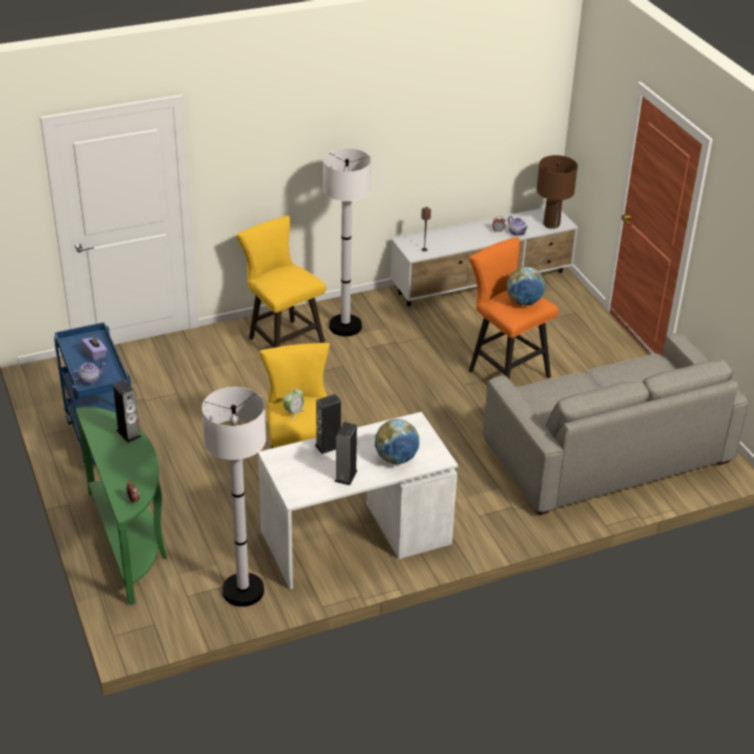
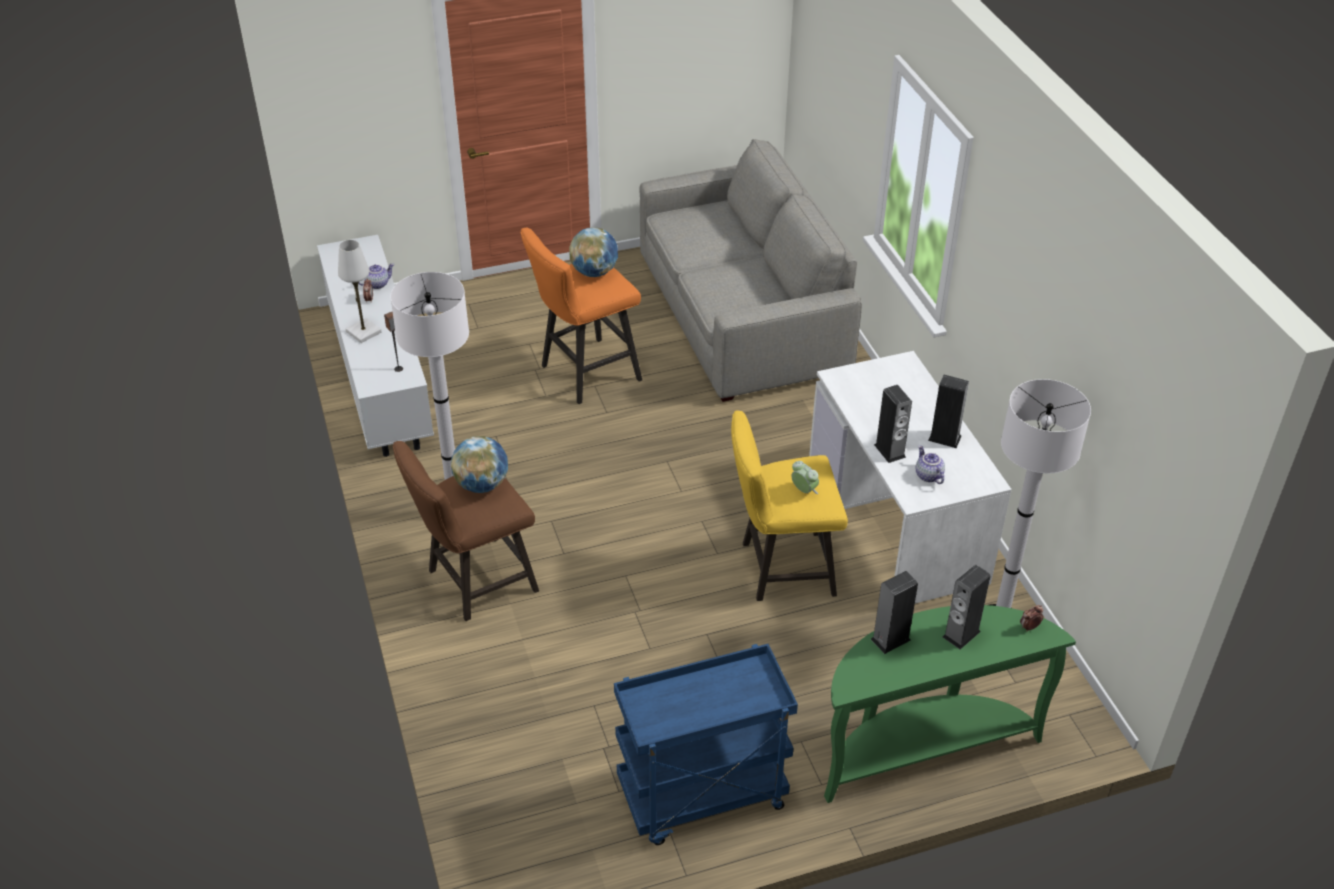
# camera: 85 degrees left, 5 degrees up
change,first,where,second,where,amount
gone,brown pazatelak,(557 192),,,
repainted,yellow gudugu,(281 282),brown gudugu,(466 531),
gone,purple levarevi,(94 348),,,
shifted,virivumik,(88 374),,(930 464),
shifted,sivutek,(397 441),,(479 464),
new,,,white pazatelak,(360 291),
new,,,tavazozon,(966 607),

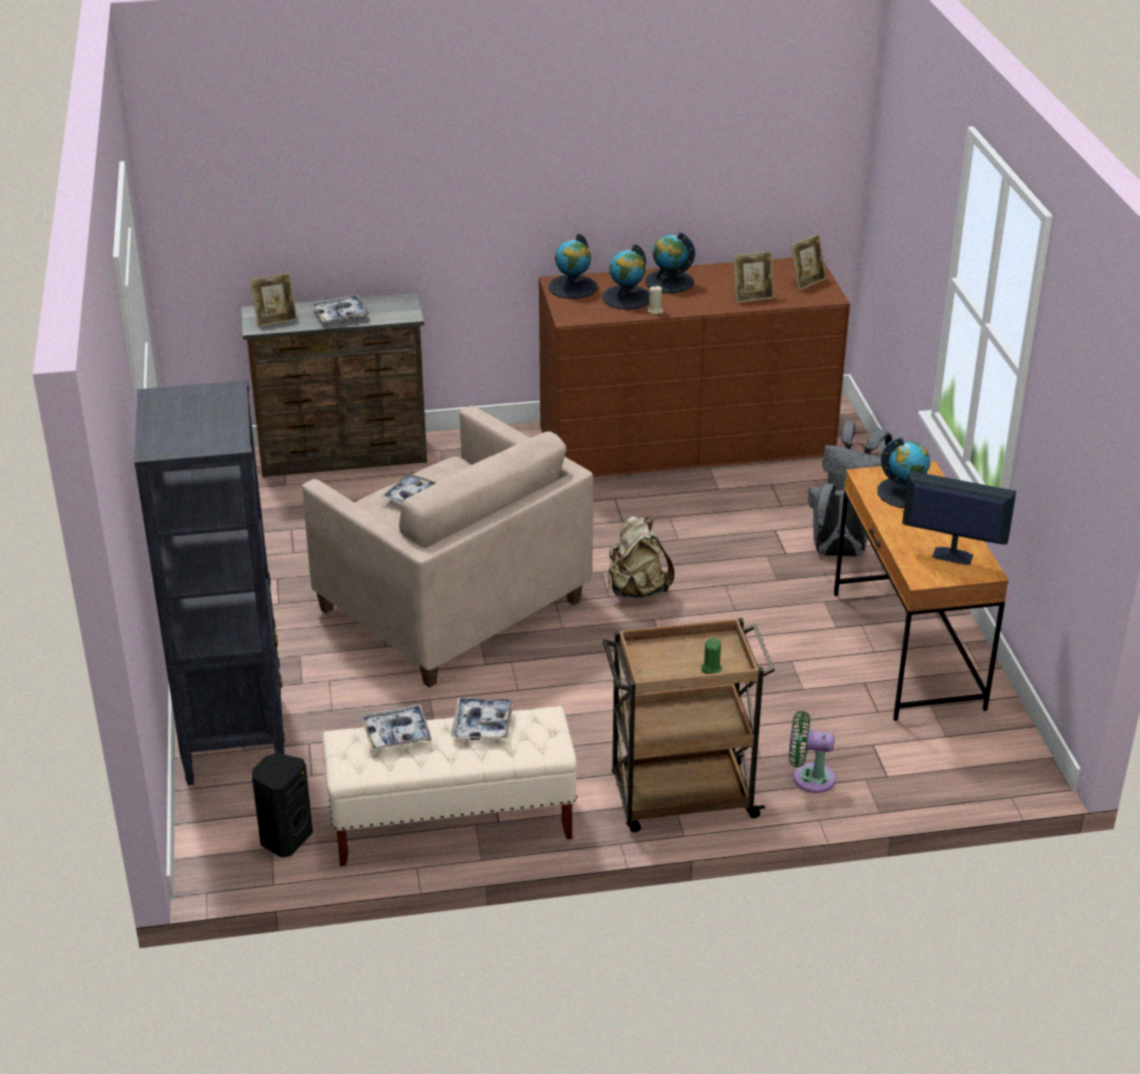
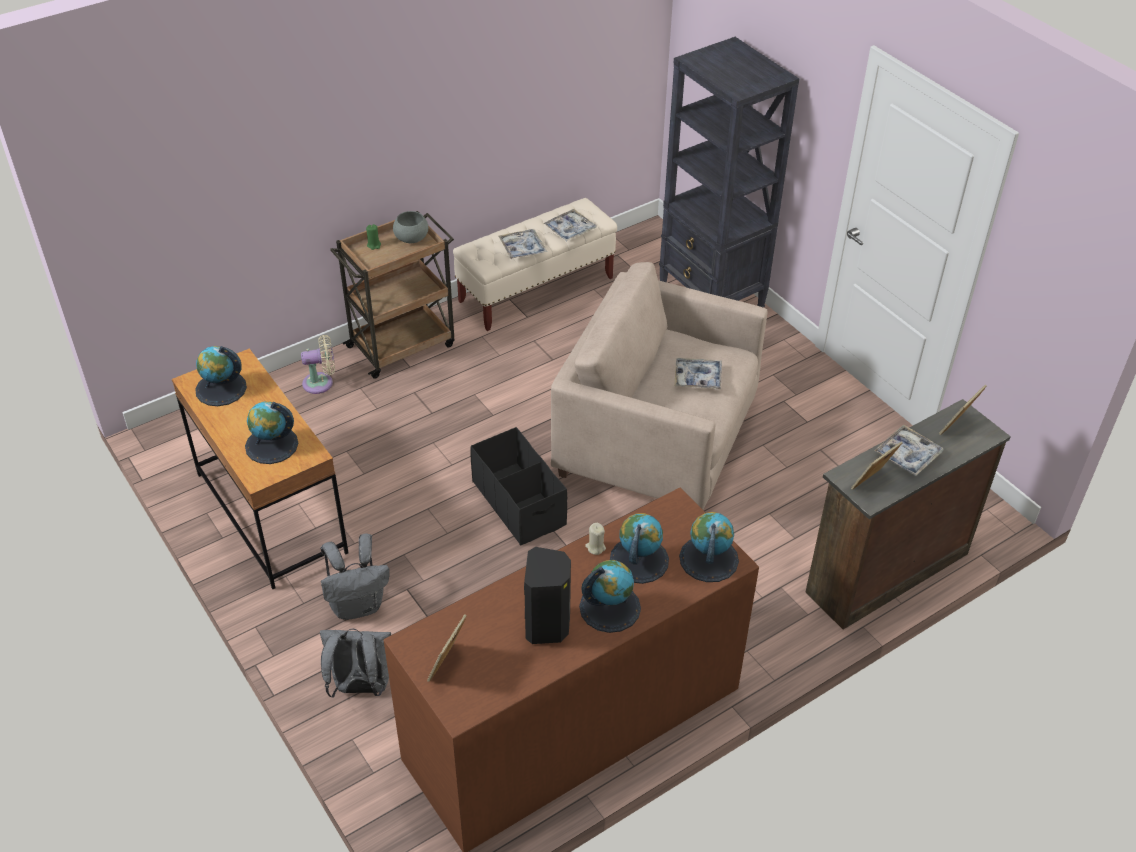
# camera: 155 degrees right, 10 degrees up
change,first,where,second,where,amount
shifted,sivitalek,(753 277),,(876 465),
swapped,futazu,(959 518),sivutek,(221 376),
swapped,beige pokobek,(641 557),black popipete,(518 486),
repainted,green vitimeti,(812 752),beige vitimeti,(318 364),
shifted,black tavazozon,(282 805),,(547 595),
new,,,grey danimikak,(410 227),

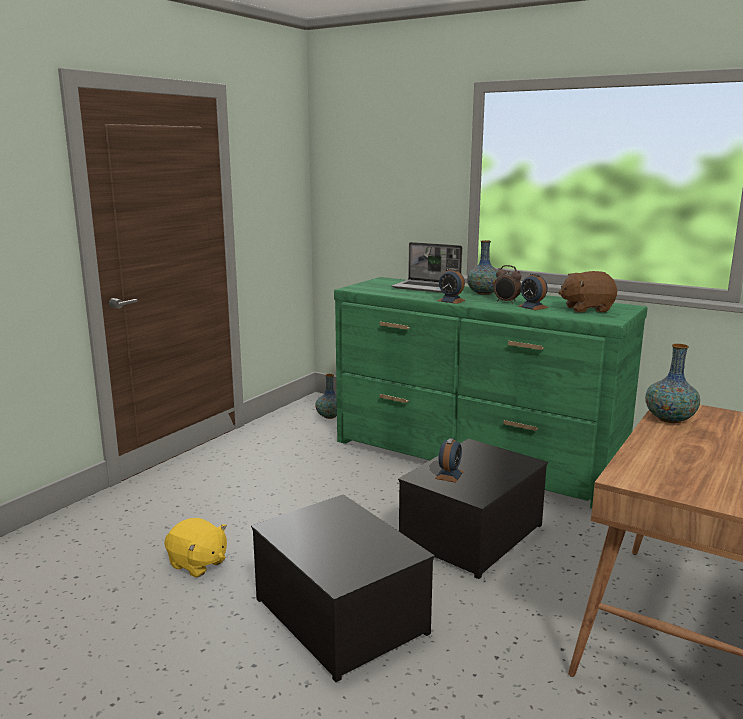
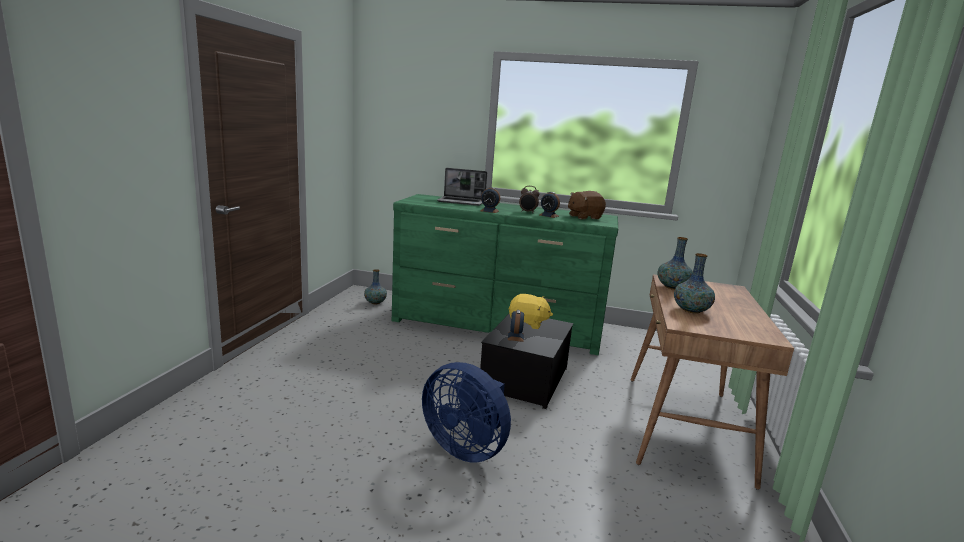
# camera: 20 degrees left, 0 degrees up
change,first,where,second,where,amount
shifted,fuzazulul,(482 267),,(694 283),
swapped,popipete,(343 588),blue vitimeti,(466 412),
shifted,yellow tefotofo,(195 547),,(531 311),

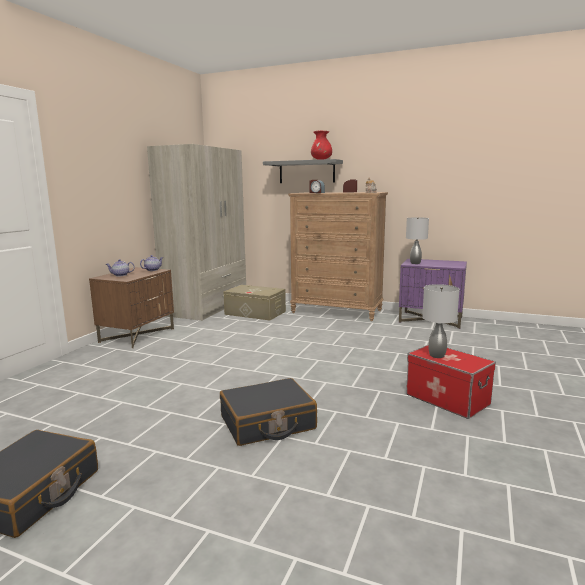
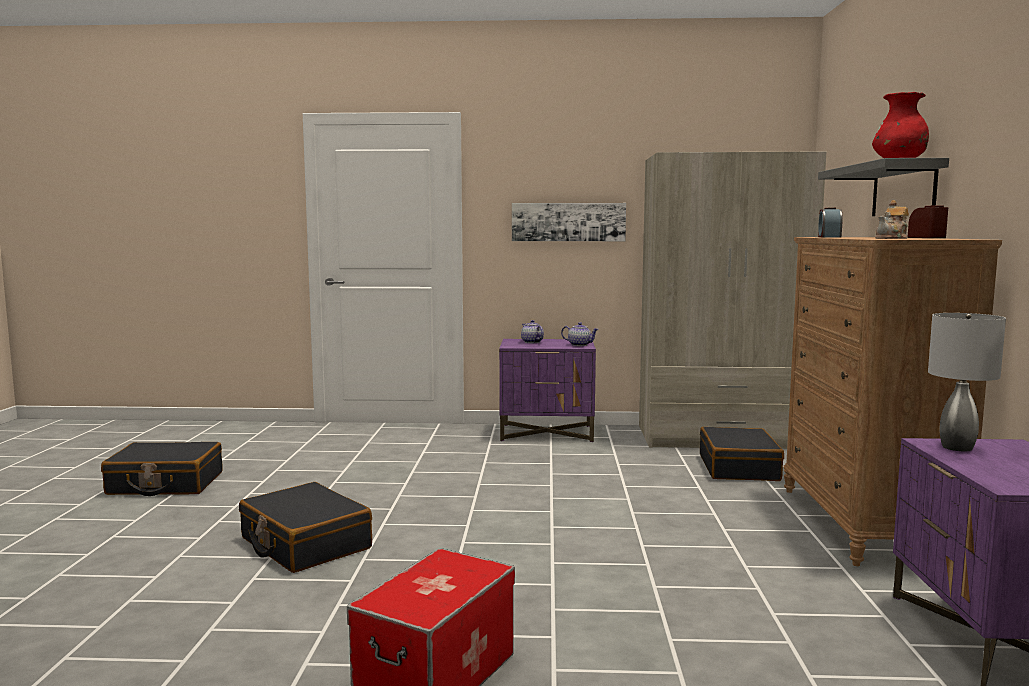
# camera: 70 degrees right, 5 degrees down
change,first,where,second,where,amount
repainted,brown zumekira,(131 307),purple zumekira,(547 390),
gone,grey pazatelak,(441 321),,,
swapped,beige popipete,(254 302),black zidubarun,(742 454),
new,,,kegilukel,(569 222),

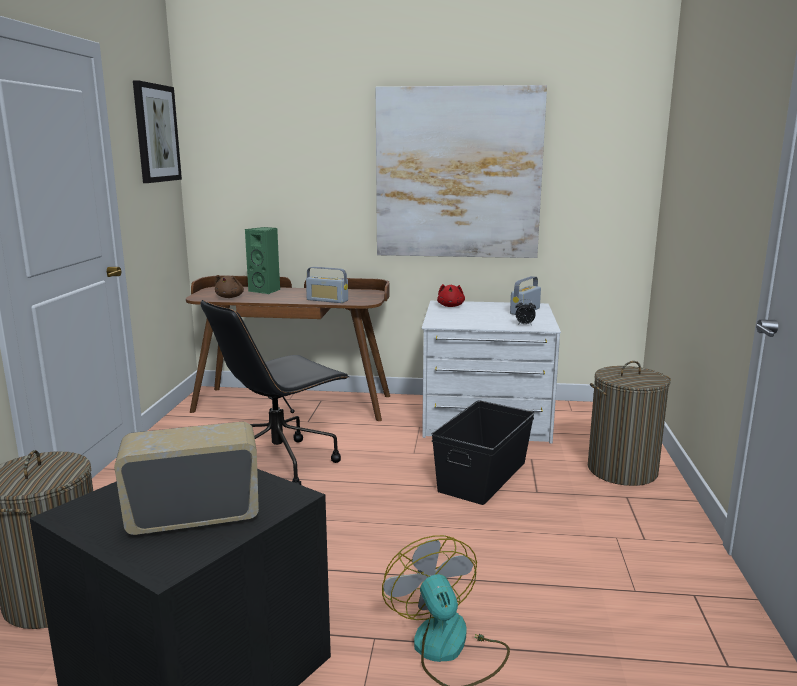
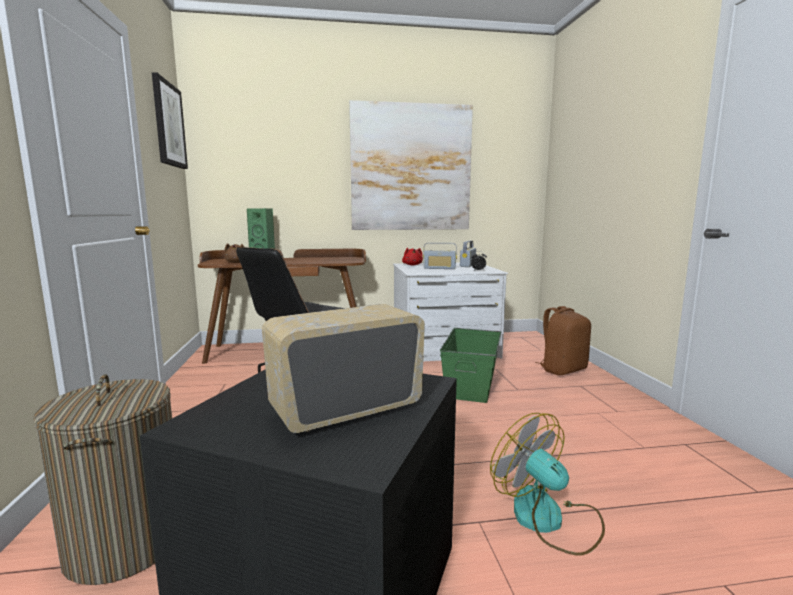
# camera: 15 degrees left, 5 degrees down
change,first,where,second,where,amount
shifted,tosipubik,(327 285),,(440 256),
swapped,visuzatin,(629 423),brown pokobek,(563 340),
repainted,black popipete,(483 452),green popipete,(471 365),

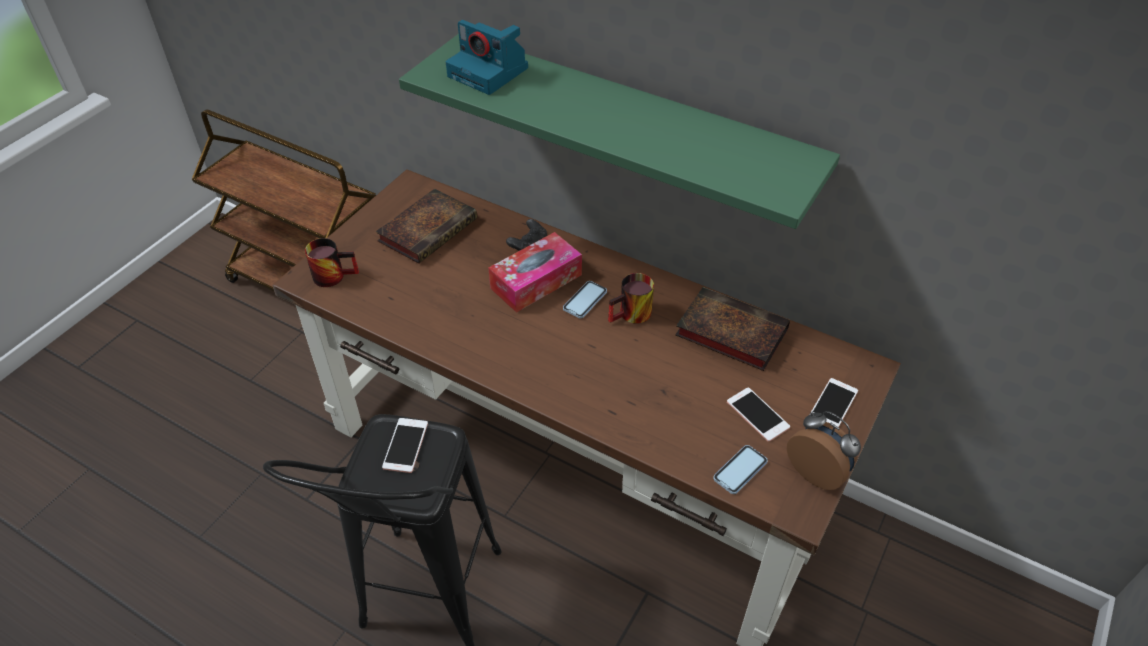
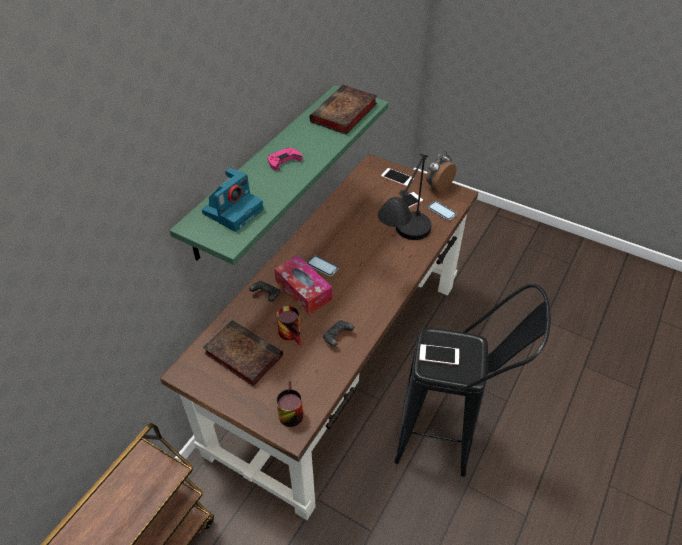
# camera: 90 degrees left, 0 degrees up
change,first,where,second,where,amount
shifted,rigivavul,(631 298),,(289 326),
shifted,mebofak,(732 329),,(343 110),
new,,,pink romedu,(285 159),
new,,,black pazatelak,(405 197),
new,,,black romedu,(338 333),

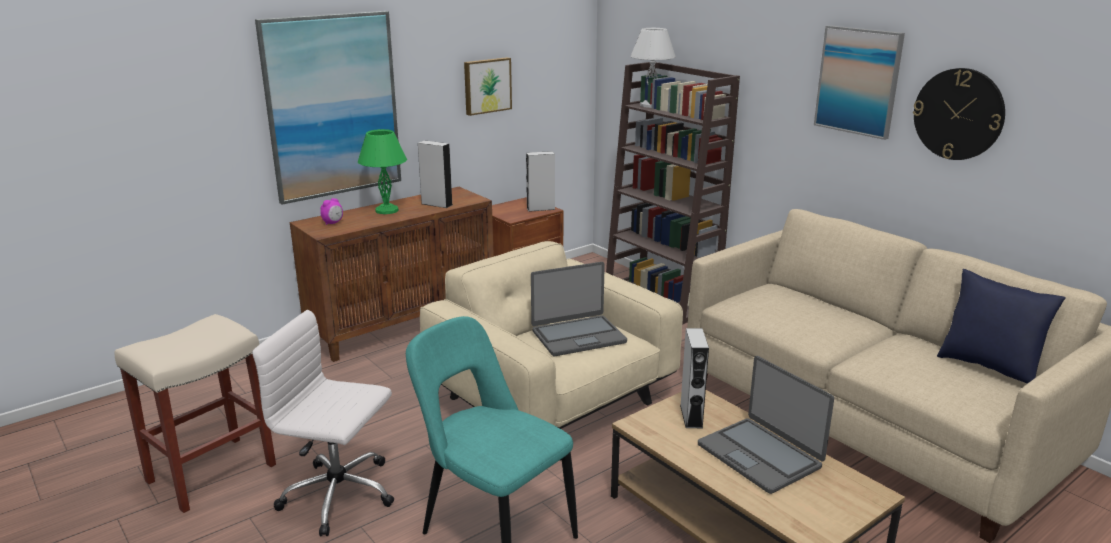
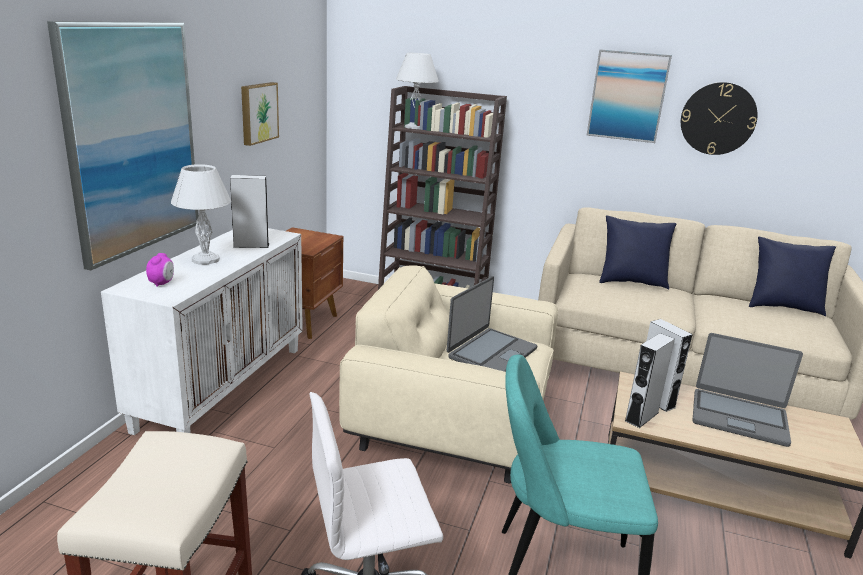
# camera: 35 degrees left, 0 degrees up
change,first,where,second,where,amount
repainted,green pazatelak,(382 171),white pazatelak,(201 214),
shifted,grey tavazozon,(541 181),,(650 380),
repainted,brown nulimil,(392 274),white nulimil,(202 331),
new,,,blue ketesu,(638 252),

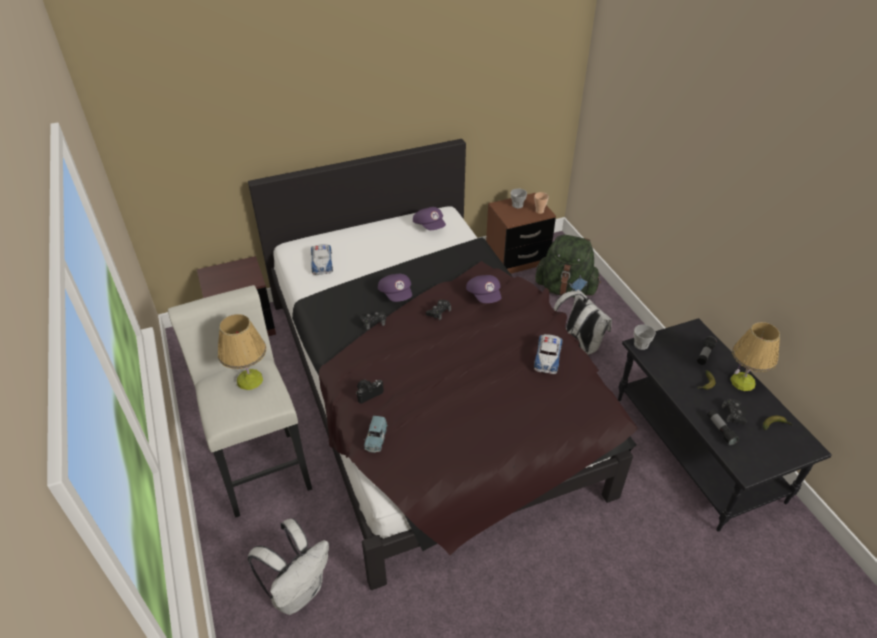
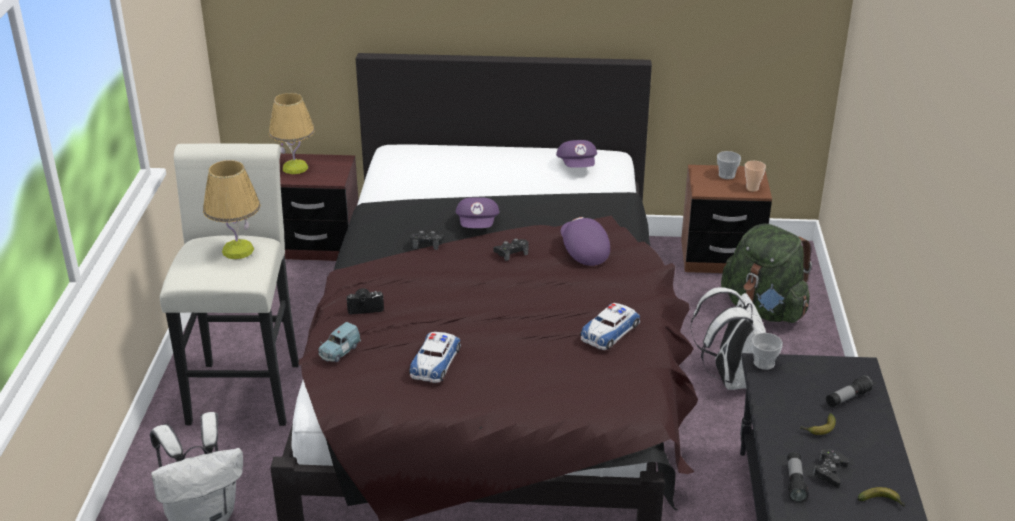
# camera: 25 degrees right, 10 degrees down
change,first,where,second,where,amount
shifted,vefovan,(322 259),,(435 357),
rotated,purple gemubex,(483 289),,(585 241),150 degrees clockwise
shifted,pazatelak,(755 356),,(292 133),

